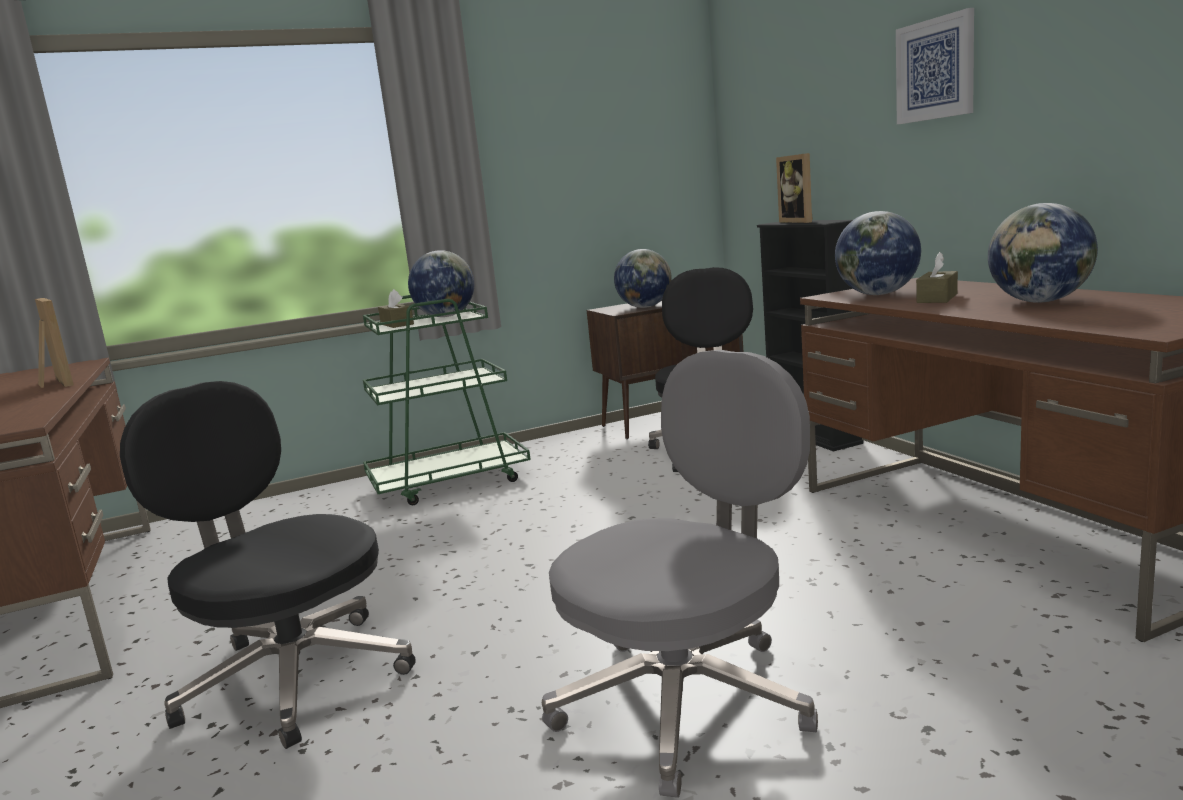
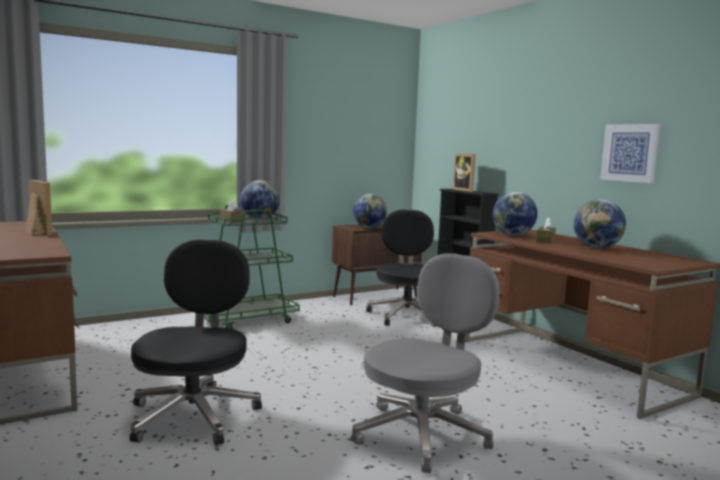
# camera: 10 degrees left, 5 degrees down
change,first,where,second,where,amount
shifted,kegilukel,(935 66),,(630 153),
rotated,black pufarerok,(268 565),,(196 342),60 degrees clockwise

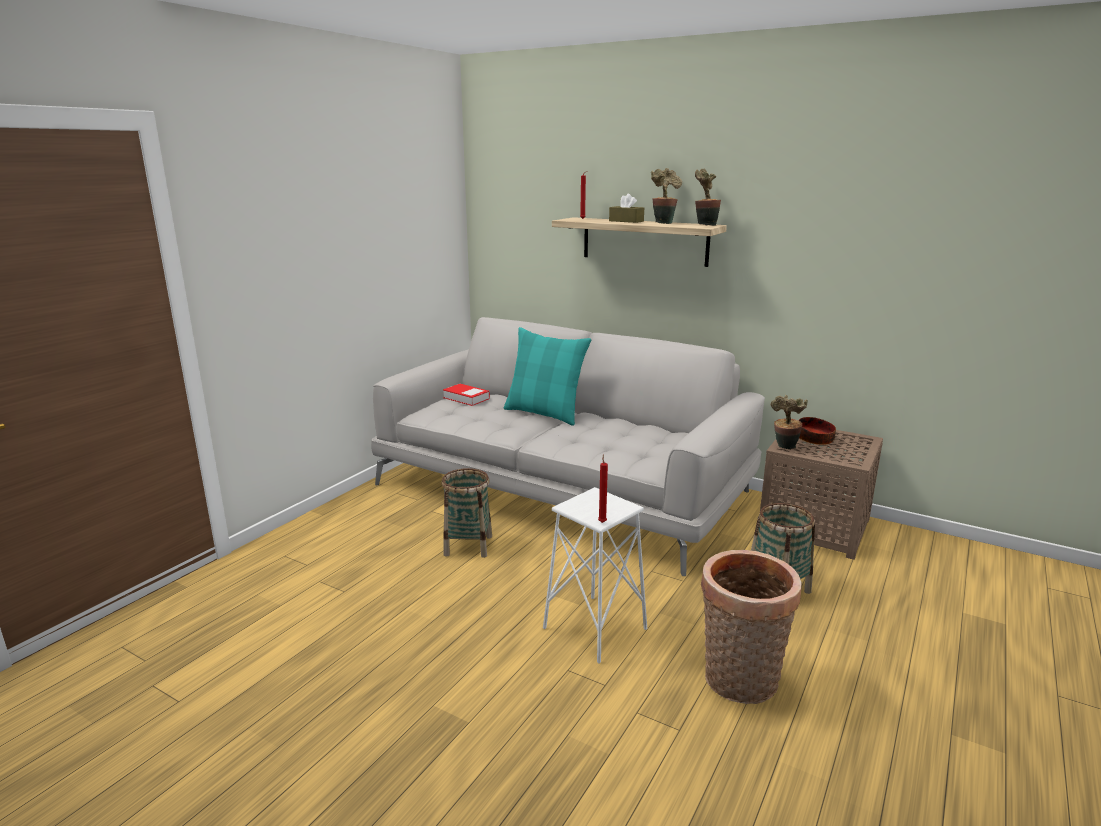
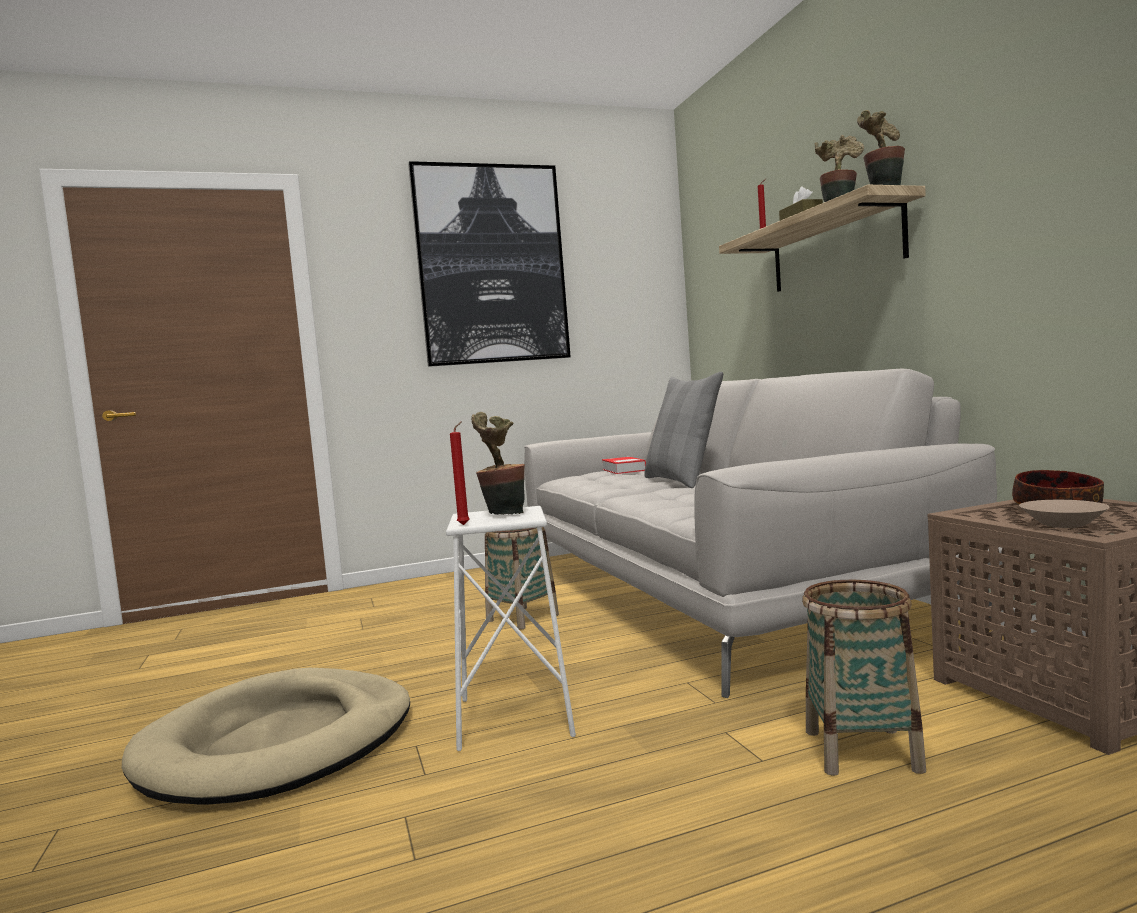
# camera: 40 degrees right, 15 degrees down
change,first,where,second,where,amount
repainted,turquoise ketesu,(547 376),grey ketesu,(683 430),
shifted,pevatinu,(789 422),,(498 463),
gone,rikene,(751 627),,,
new,,,kegilukel,(489 264),
new,,,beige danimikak,(1064 514),
new,,,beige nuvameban,(266 736),

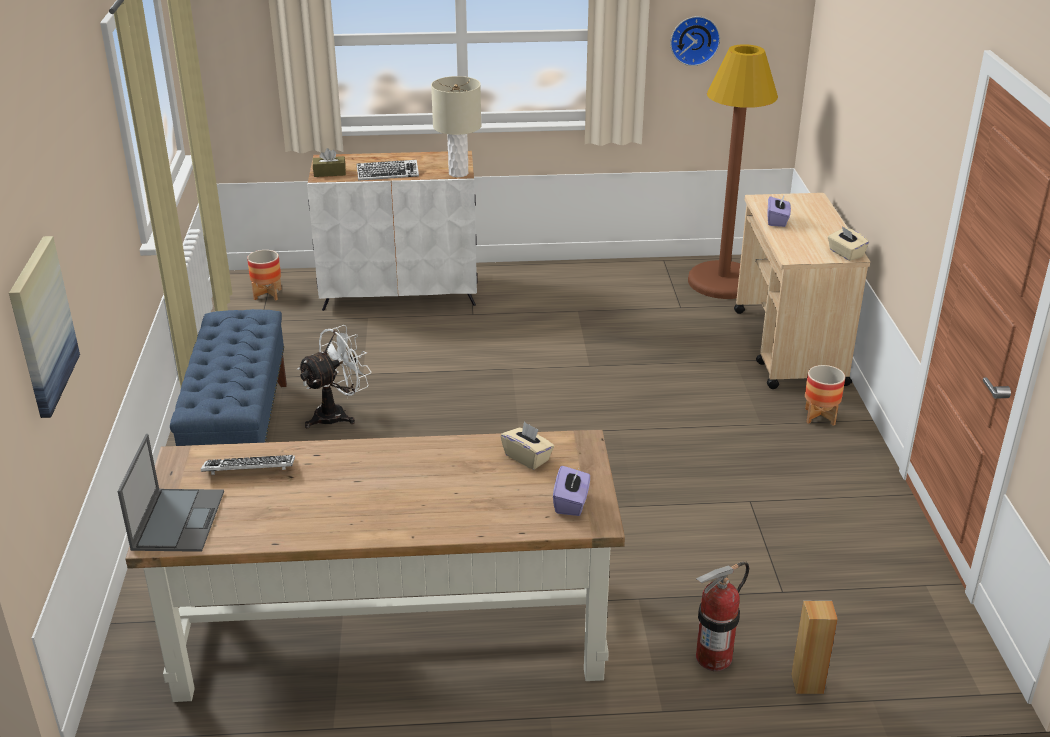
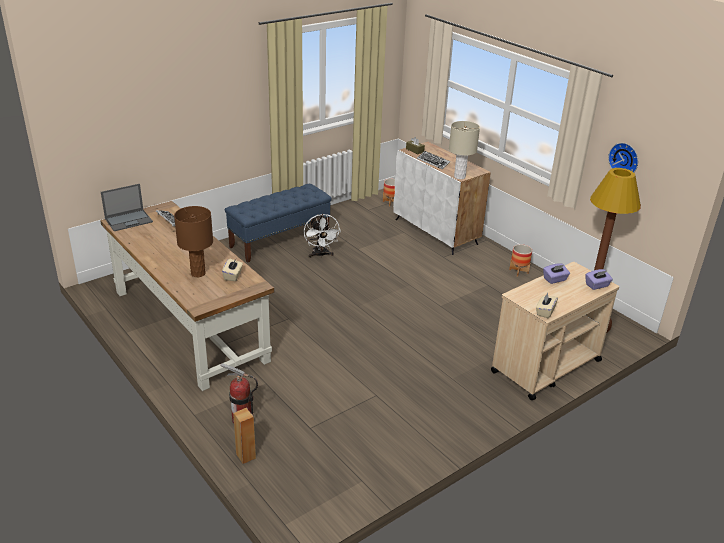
# camera: 55 degrees right, 0 degrees up
change,first,where,second,where,amount
gone,kegilukel,(44 327),,,
rotated,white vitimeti,(334 377),,(322 236),60 degrees clockwise
shifted,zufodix,(825 395),,(520 260),
shifted,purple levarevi,(571 491),,(599 279),
new,,,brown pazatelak,(193 241),

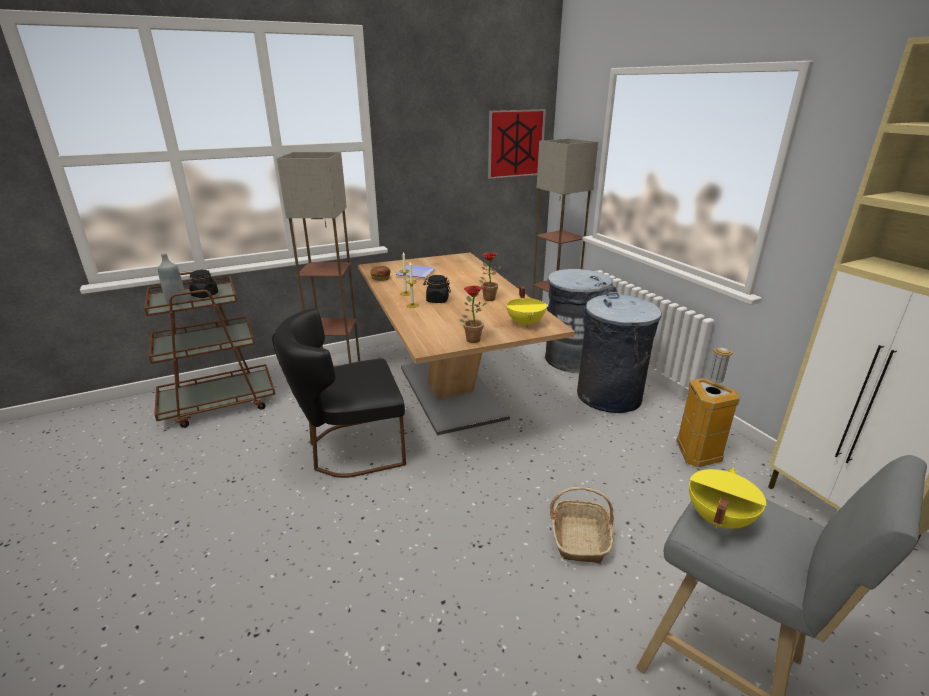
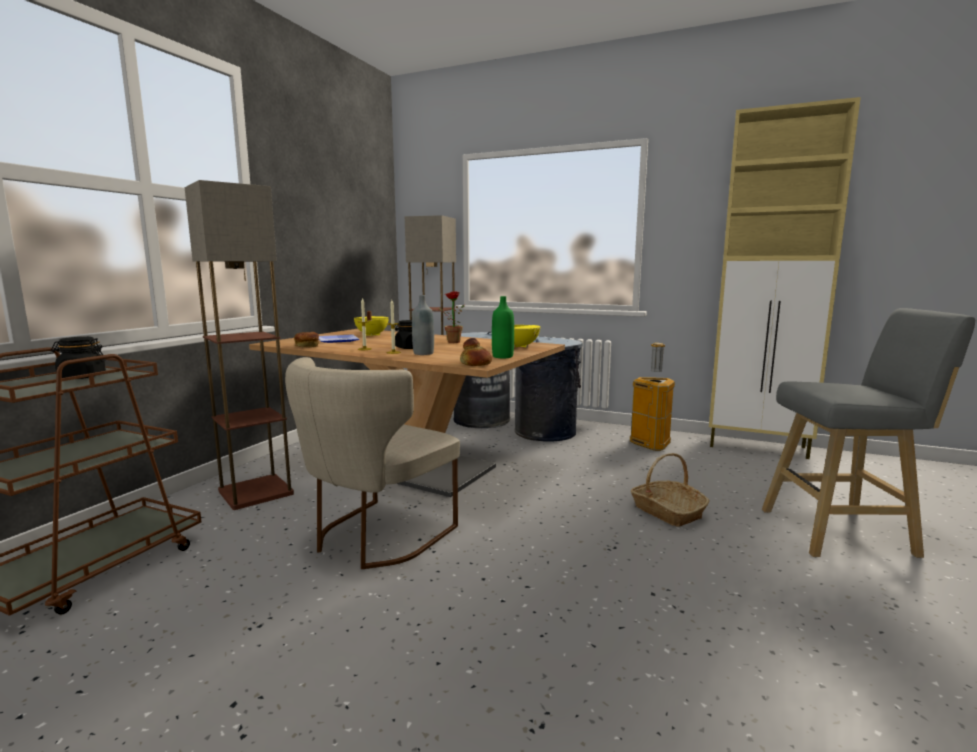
# camera: 40 degrees left, 15 degrees down
change,first,where,second,where,amount
gone,kegilukel,(517 144),,,
shifted,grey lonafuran,(172 278),,(423 325),
swapped,pevatinu,(473 314),green lonafuran,(503 327),
repainted,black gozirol,(339 393),beige gozirol,(372 463),
shifted,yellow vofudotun,(727 498),,(371 323),
new,,,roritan,(476 352),

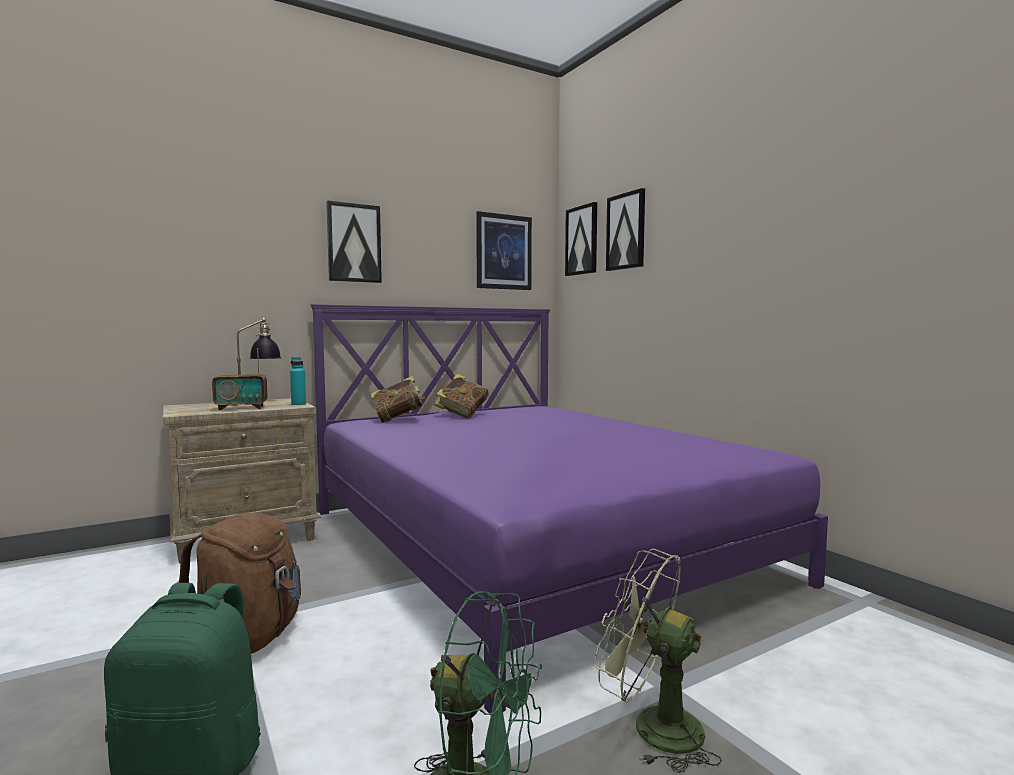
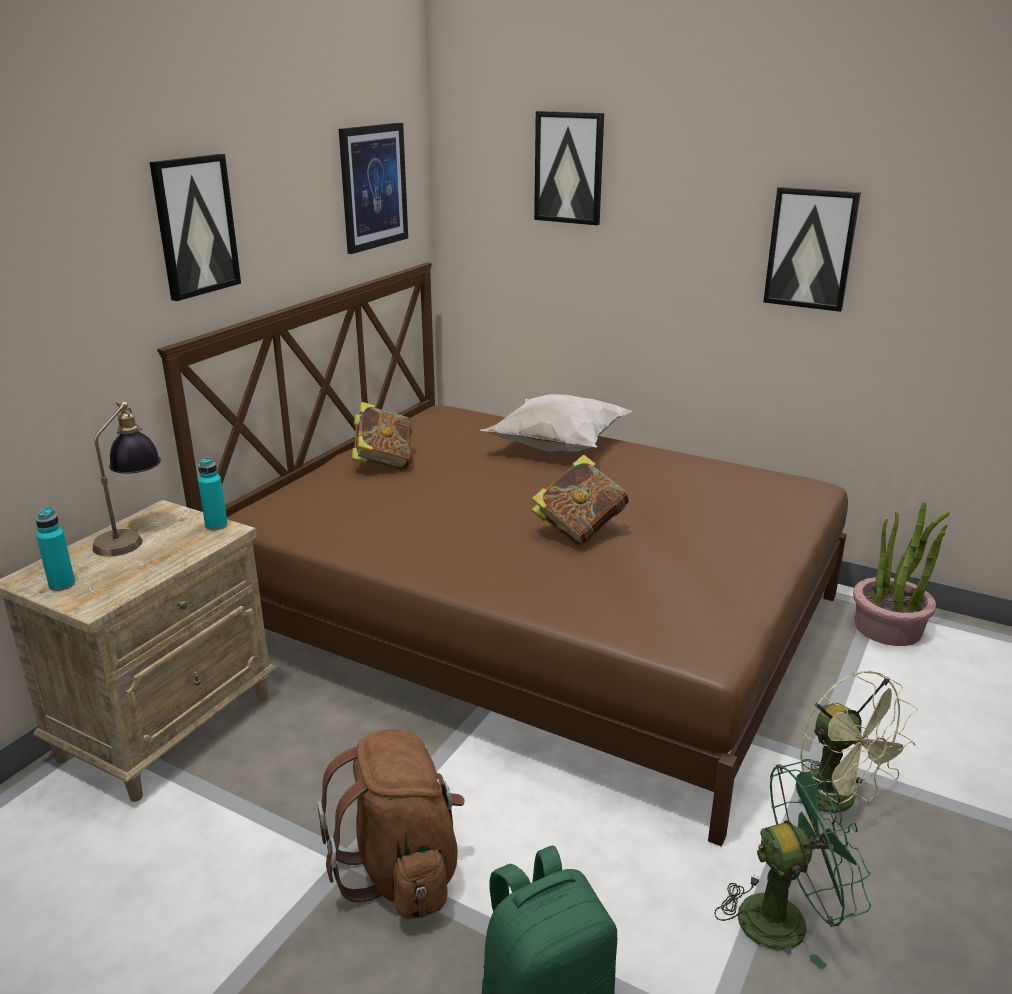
# camera: 30 degrees left, 20 degrees up
change,first,where,second,where,amount
shifted,kegilukel,(581 239),,(812 249),
repainted,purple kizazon,(569 508),brown kizazon,(502 554),
gone,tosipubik,(239 379),,,
shifted,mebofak,(398 399),,(580 501),
rotated,green vitimeti,(658 661),,(856 746),120 degrees counterclockwise
new,,,white ketesu,(556 423),
new,,,pevatinu,(901 574),
new,,,turquoise lonafuran,(55 549),

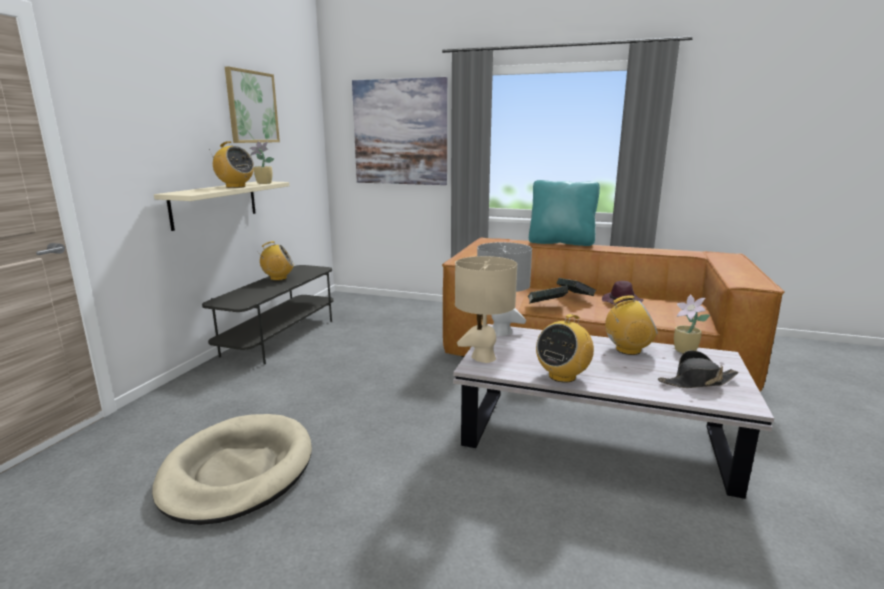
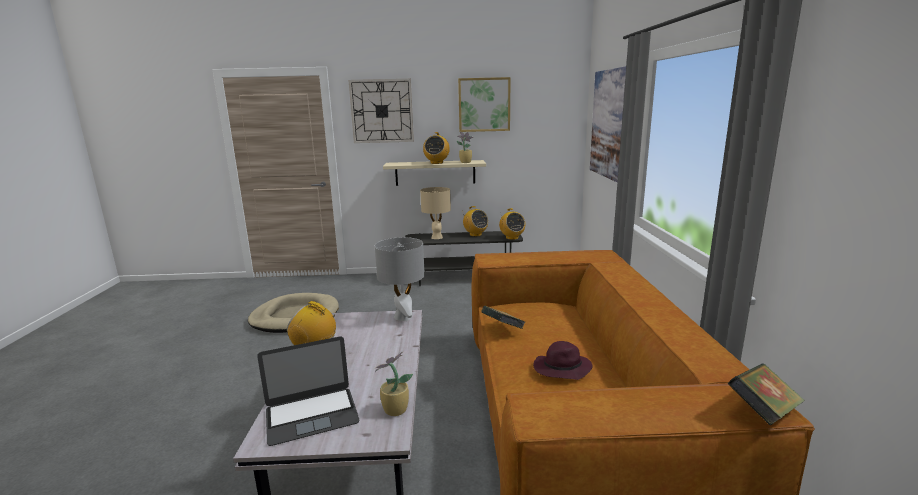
# camera: 70 degrees right, 0 degrees up
change,first,where,second,where,amount
gone,turquoise ketesu,(564 213),,,
shifted,beige pazatelak,(486 309),,(435 213),
shifted,mebofak,(576 287),,(766 394),
shifted,tosipubik,(631 325),,(512 224),
swapped,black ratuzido,(698 369),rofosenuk,(308 391),
new,,,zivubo,(381 111),

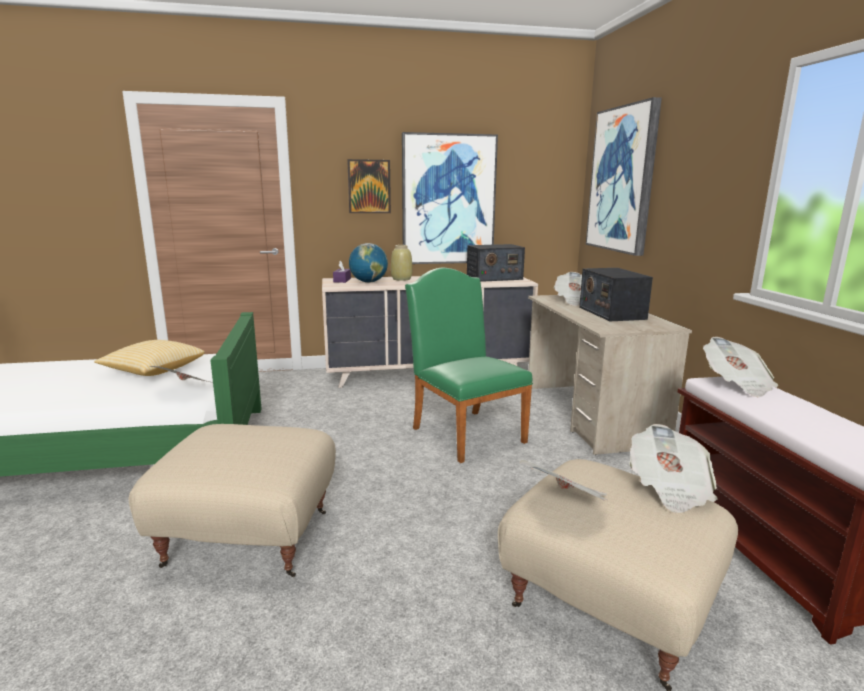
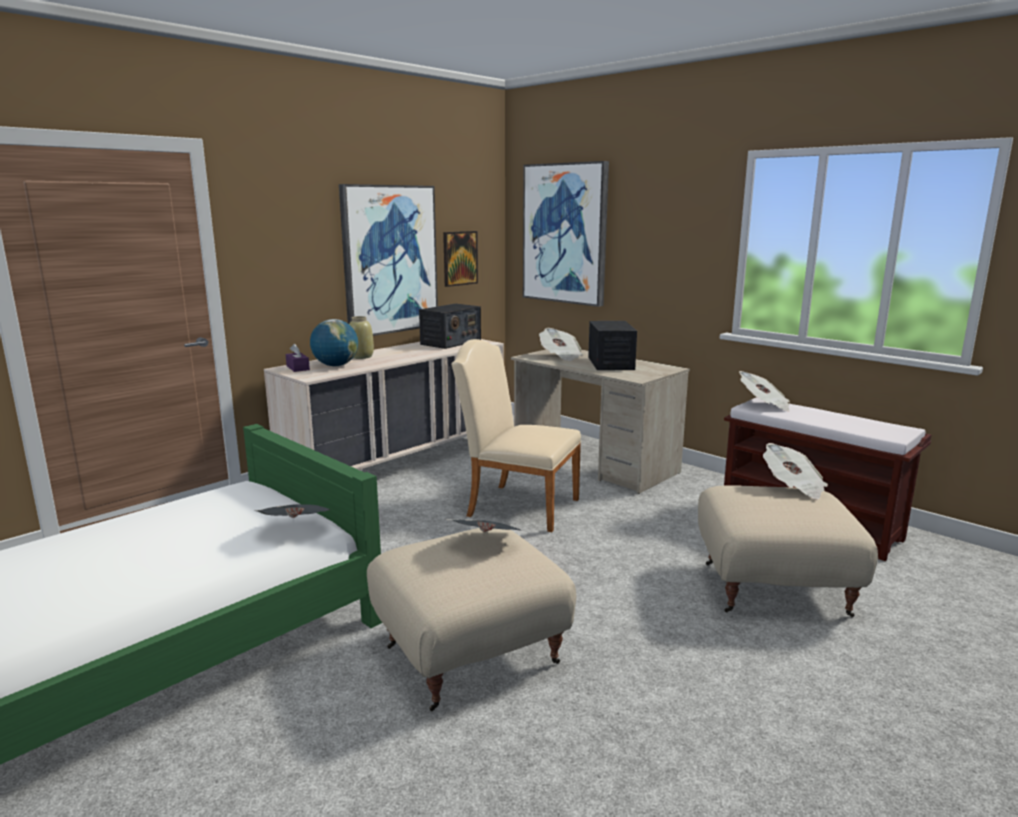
# camera: 35 degrees left, 0 degrees up
change,first,where,second,where,amount
shifted,kegilukel,(369 186),,(460 259),
repainted,green gozirol,(469 365),beige gozirol,(516 435),
rotated,tosipubik,(616 294),,(612 345),135 degrees counterclockwise
gone,ketesu,(149 358),,,
shifted,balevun,(563 480),,(483 525),

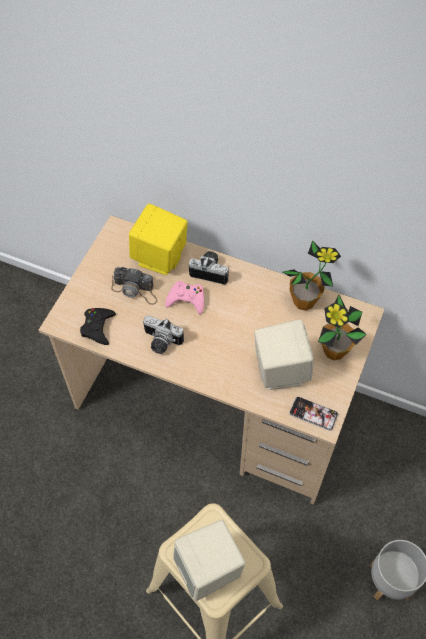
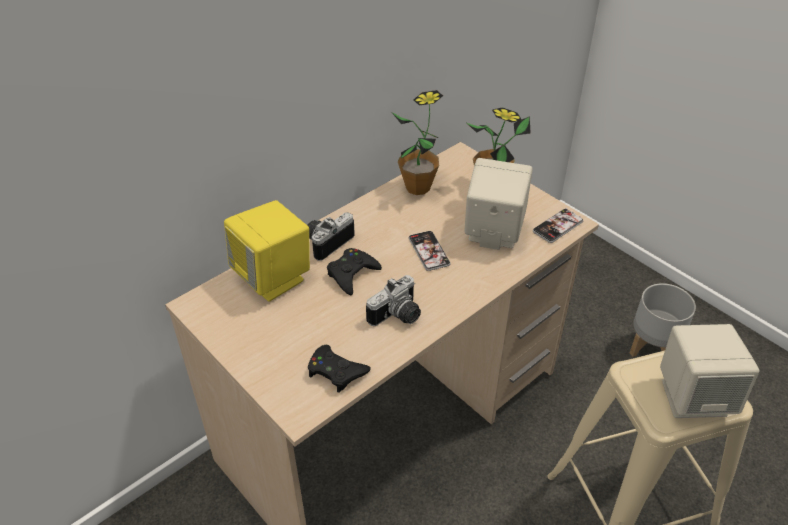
# camera: 65 degrees left, 15 degrees down
change,first,where,second,where,amount
gone,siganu,(134 286),,,
repainted,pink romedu,(184 297),black romedu,(354 271),
new,,,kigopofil,(429 251),

